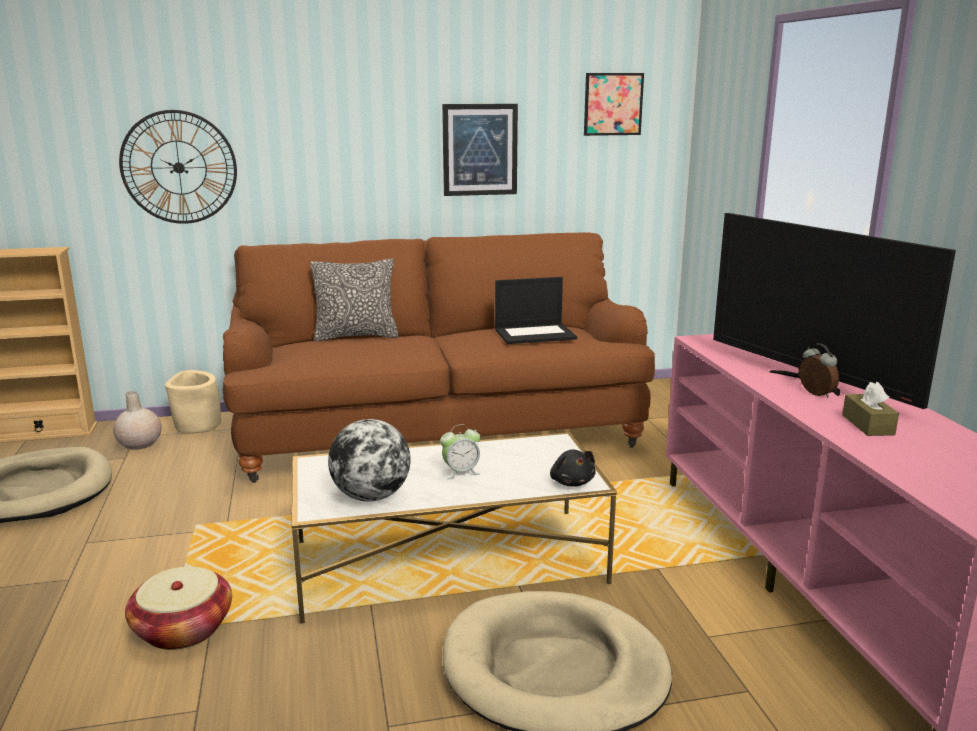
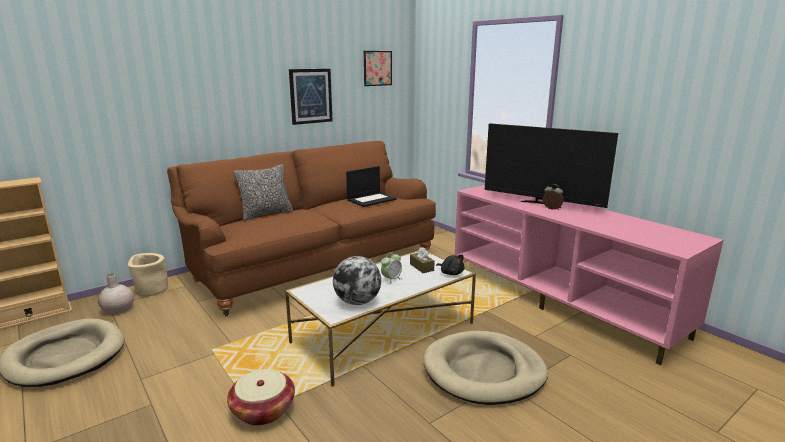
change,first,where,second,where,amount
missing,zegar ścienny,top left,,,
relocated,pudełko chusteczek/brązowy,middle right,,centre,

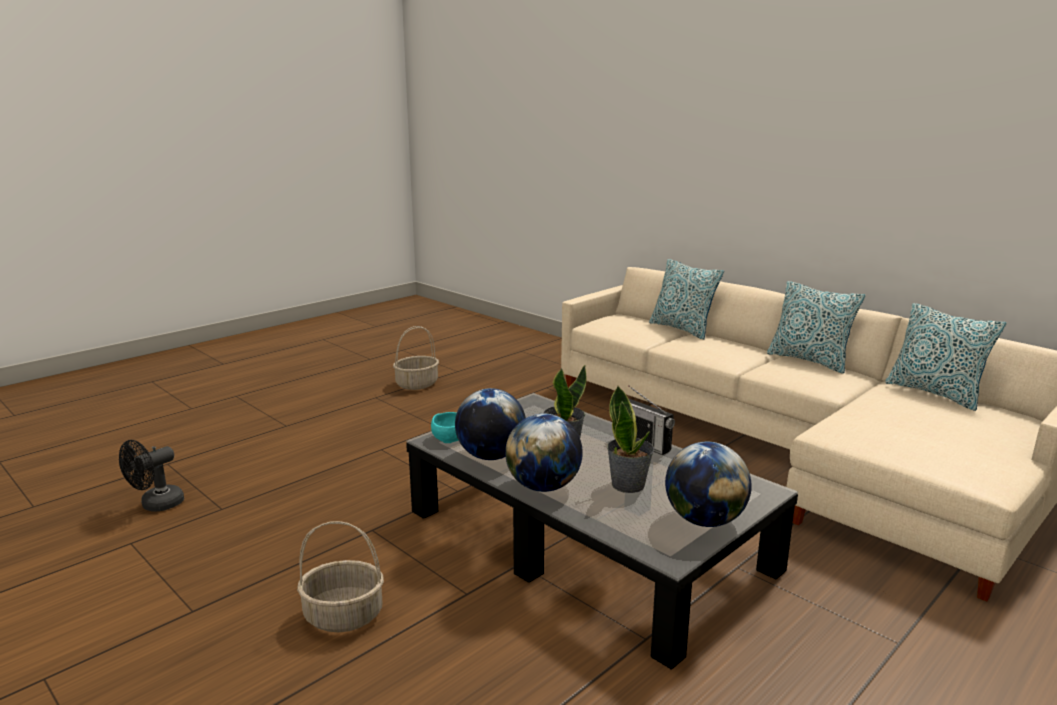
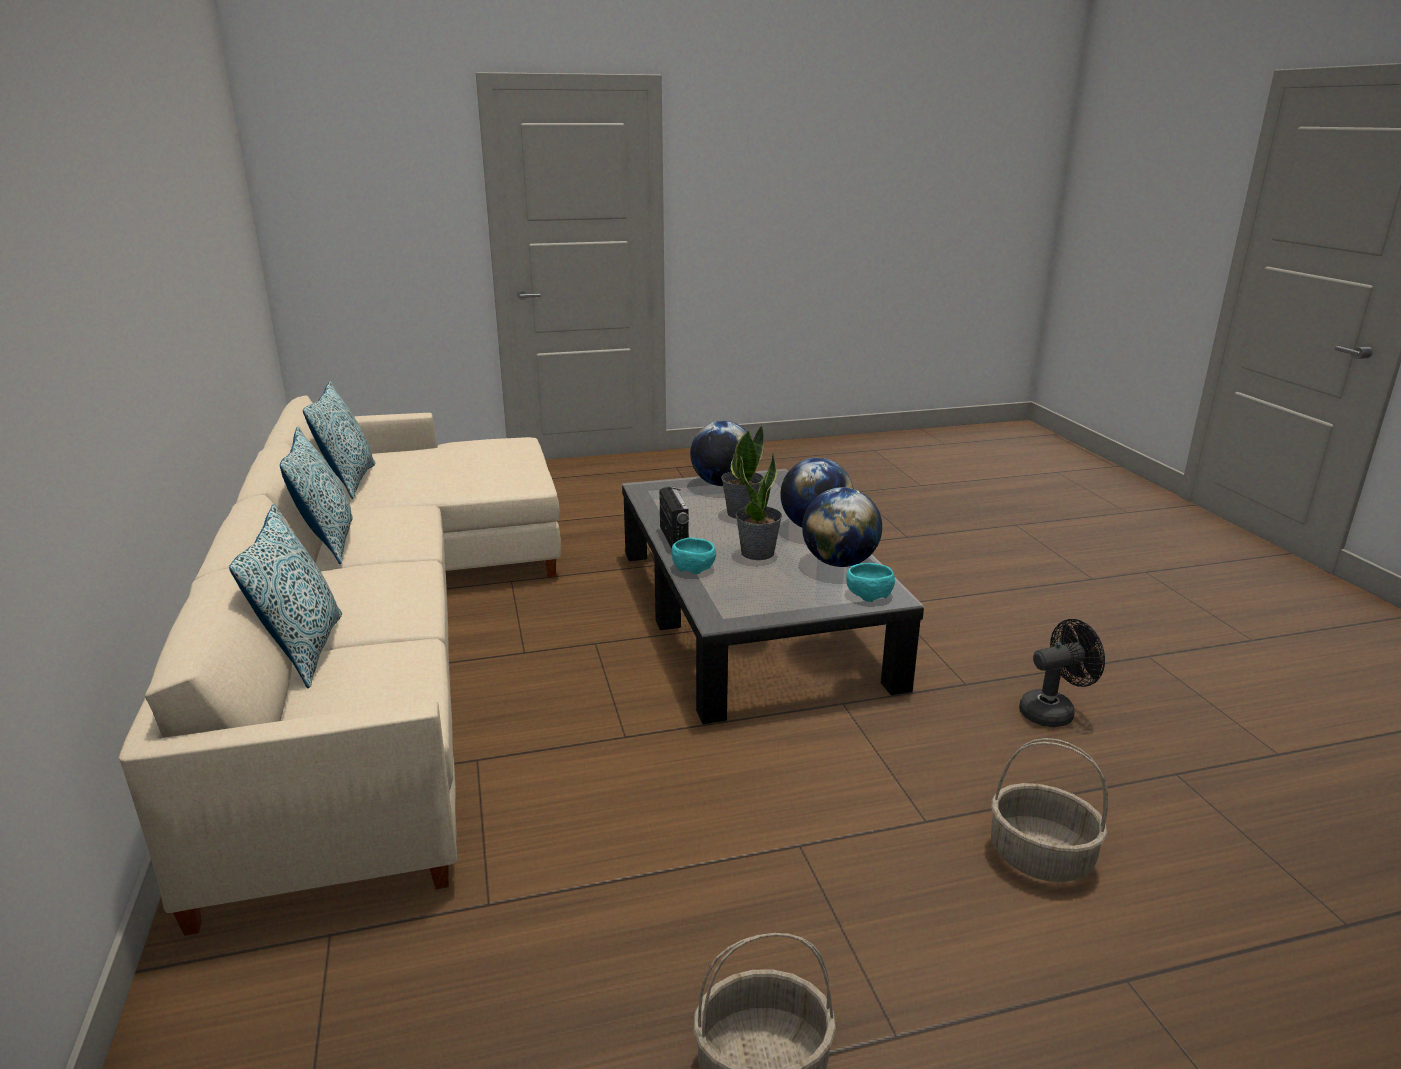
change,first,where,second,where,amount
relocated,wentylator/czarny,bottom left,,middle right,
relocated,koszyk (no. 1 from left in the first image),bottom left,koszyk (no. 2 from left),bottom right,
appeared,,,miska/turkusowy (no. 1 from left),centre,

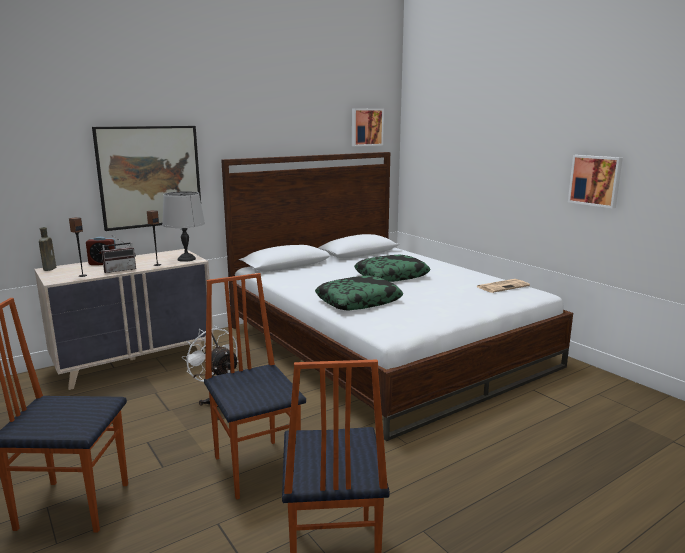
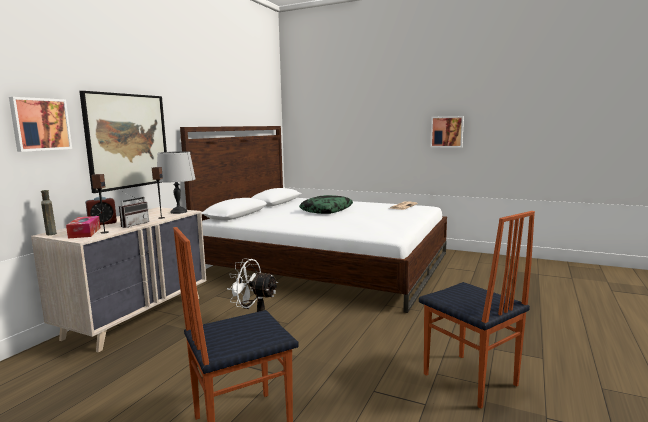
change,first,where,second,where,amount
missing,krzesło (no. 2 from left),bottom centre,,,
missing,poduszka (no. 1 from left),centre,,,
relocated,obraz (no. 2 from left in the first image),top centre,obraz (no. 1 from left),top left,
appeared,,,pudełko chusteczek,middle left,

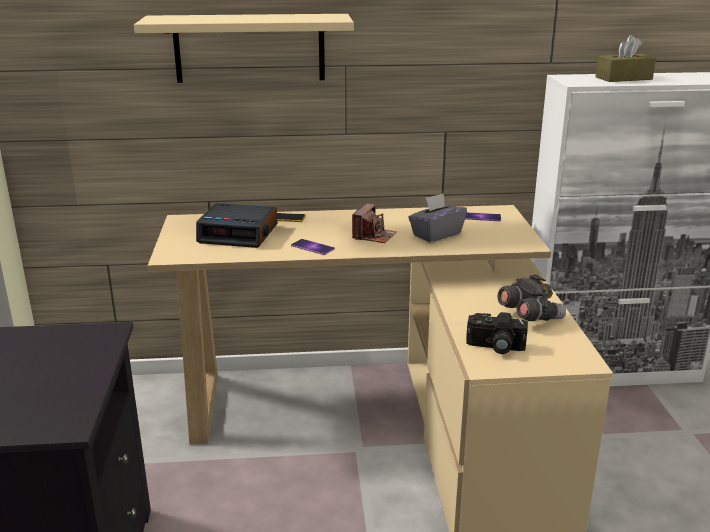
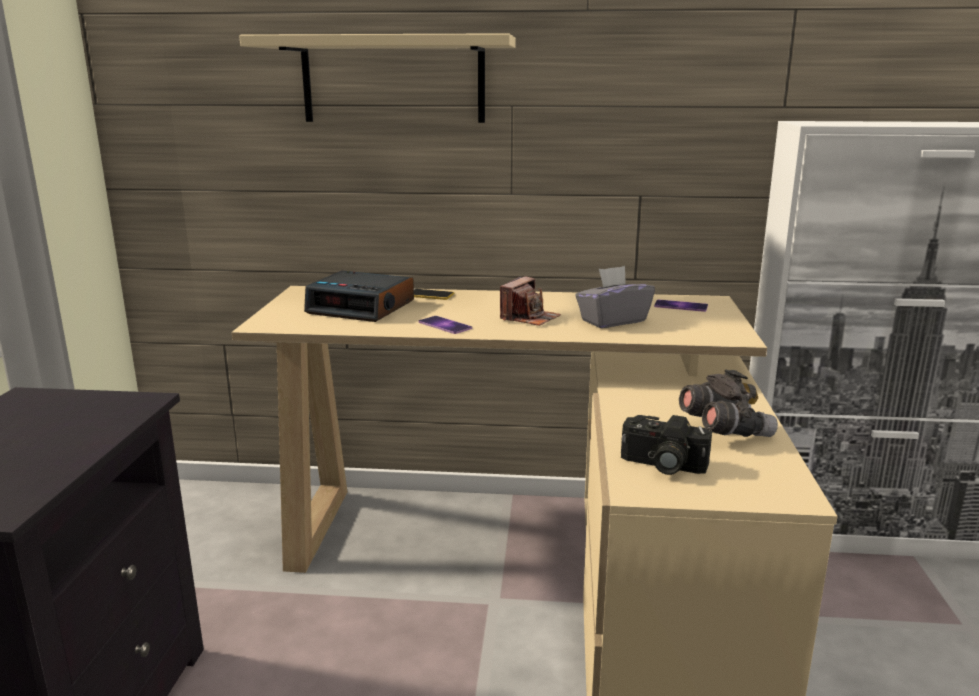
change,first,where,second,where,amount
missing,pudełko chusteczek/brązowy,top right,,,

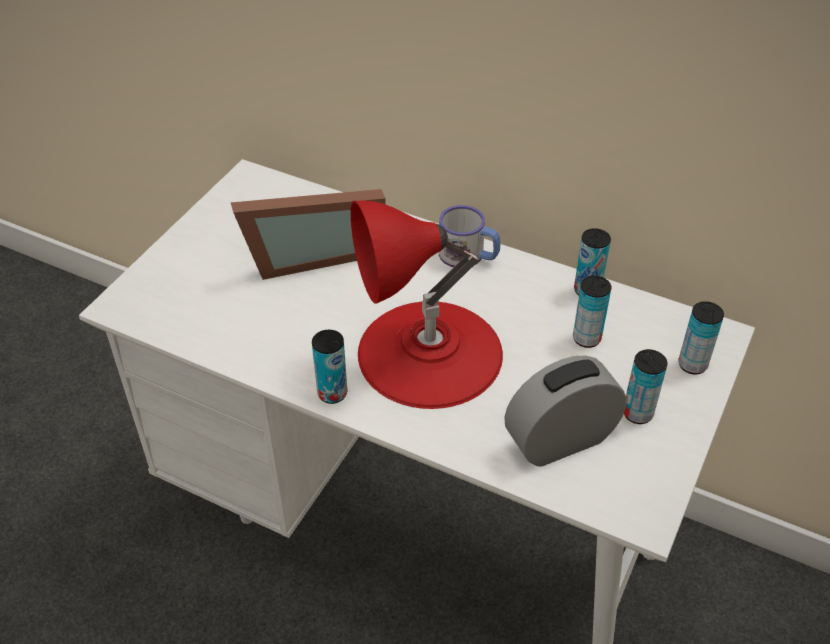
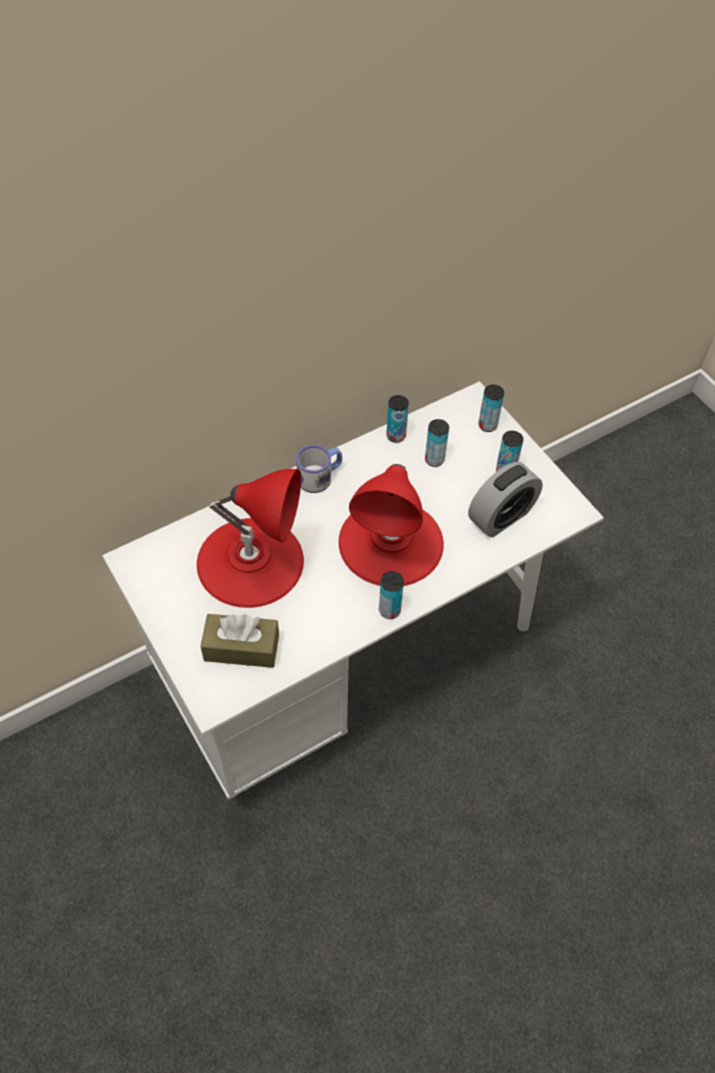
change,first,where,second,where,amount
exchanged,ramka na zdjęcie,centre,lampa stołowa/czerwony (no. 1 from left),centre,
spun,budzik,middle right,,middle right,135 degrees counterclockwise
appeared,,,pudełko chusteczek/brązowy,centre,

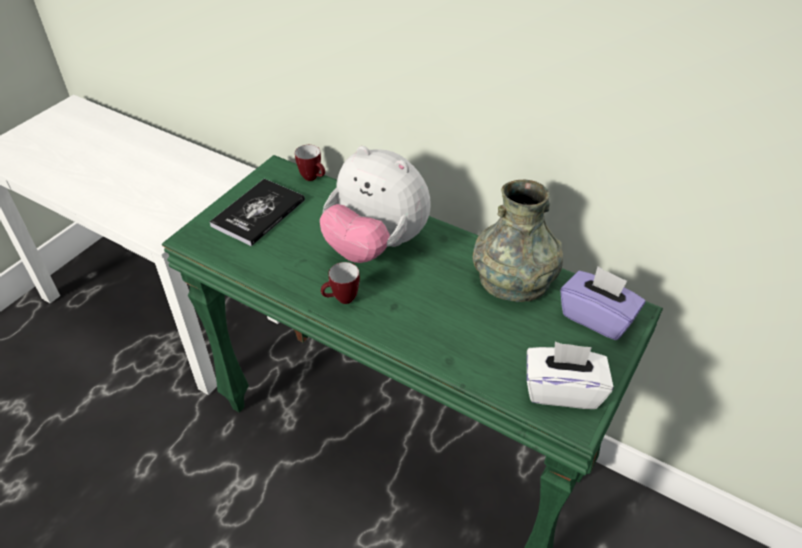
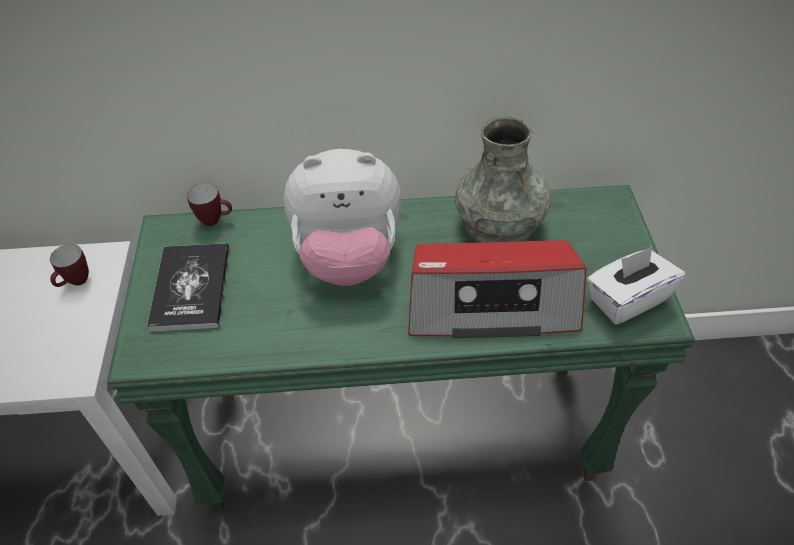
change,first,where,second,where,amount
relocated,kubek (no. 2 from left in the first image),centre,kubek (no. 1 from left),middle left,
missing,pudełko chusteczek/fioletowy,middle right,,,
appeared,,,radio,centre,

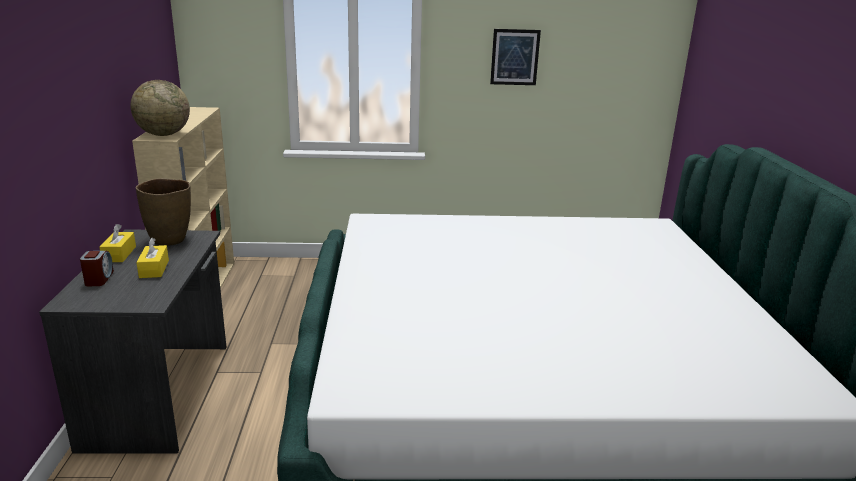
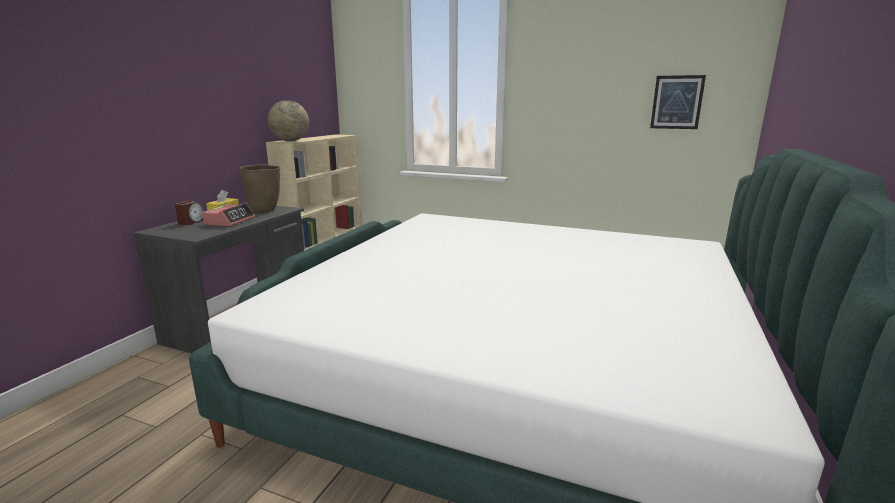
change,first,where,second,where,amount
exchanged,pudełko chusteczek/żółty (no. 2 from left),middle left,budzik (no. 2 from left),middle left,
relocated,obraz,top centre,,top right,

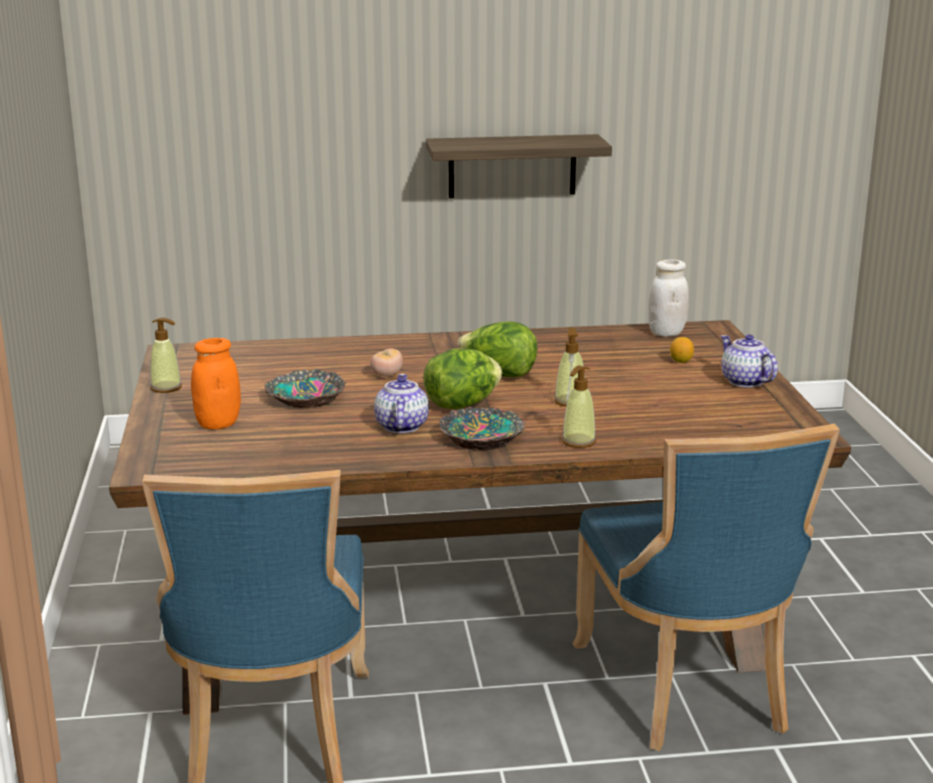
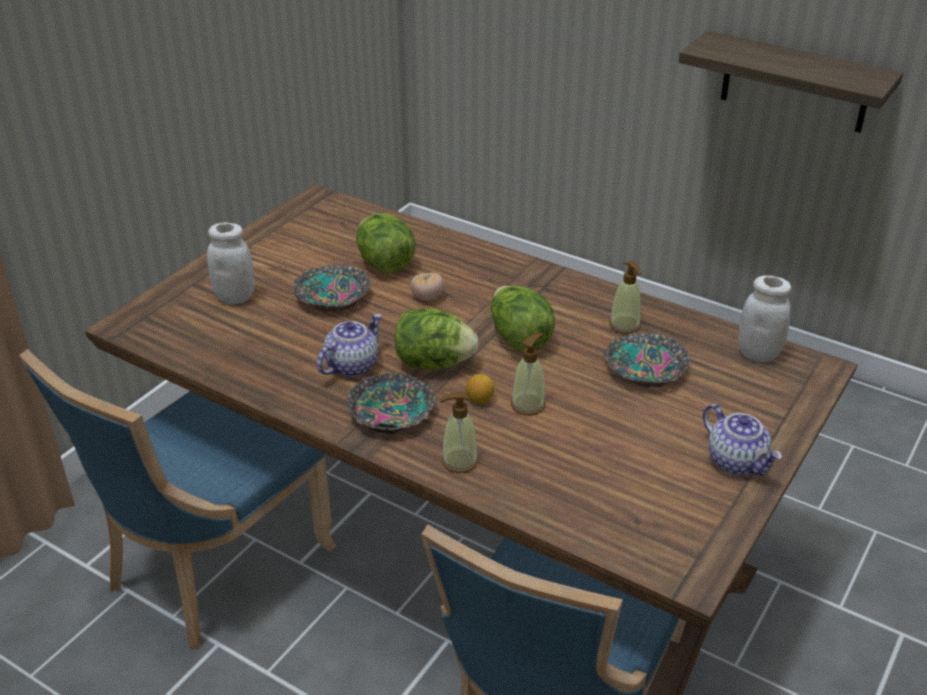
change,first,where,second,where,amount
relocated,dozownik mydła (no. 1 from left in the first image),middle left,dozownik mydła (no. 3 from left),middle right,
colour,słoik/pomarańczowy,middle left,słoik/biały (no. 1 from left),middle left,
relocated,cytryna,middle right,,centre,
spun,imbryk (no. 2 from left),middle right,,middle right,135 degrees clockwise
appeared,,,sałata (no. 1 from left),centre,
appeared,,,miska (no. 3 from left),middle right,

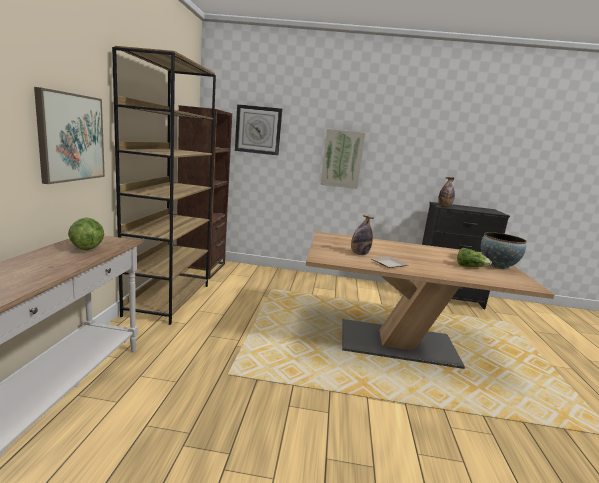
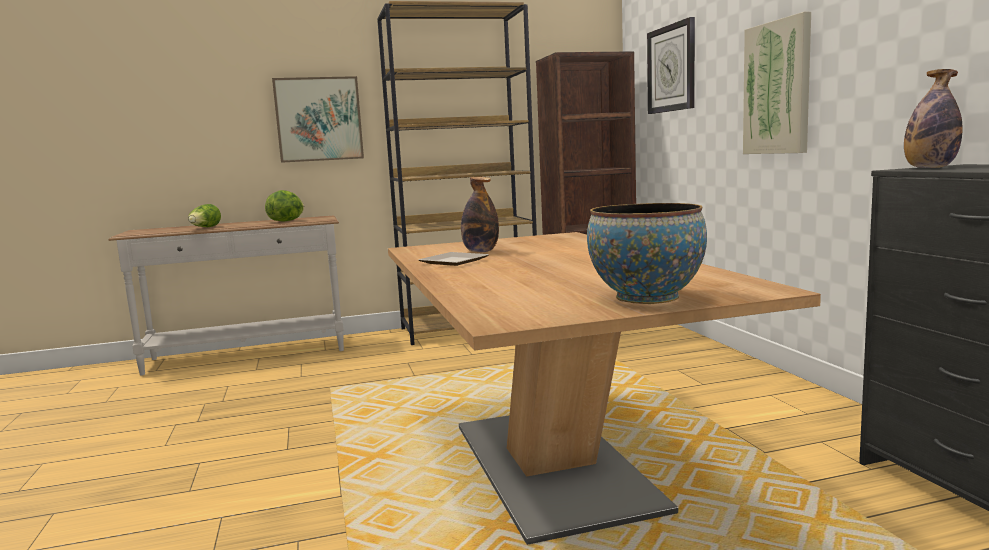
change,first,where,second,where,amount
relocated,sałata (no. 2 from left in the first image),middle right,sałata (no. 1 from left),middle left,

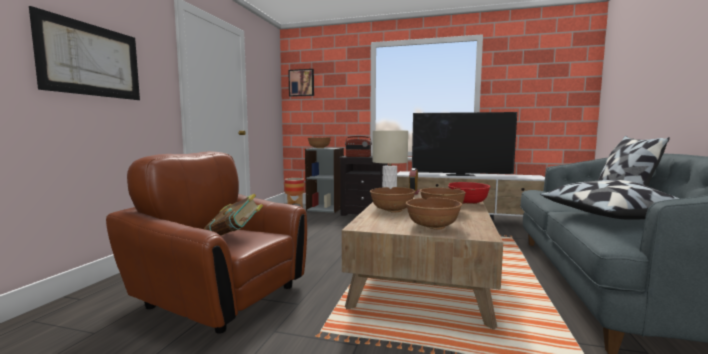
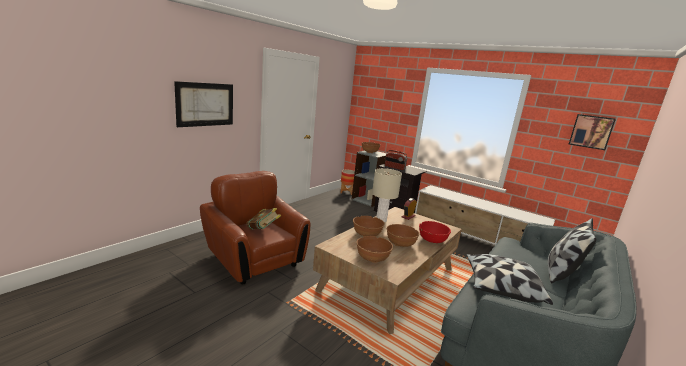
change,first,where,second,where,amount
relocated,obraz (no. 2 from left),top centre,,middle right,
missing,telewizor,centre,,,

